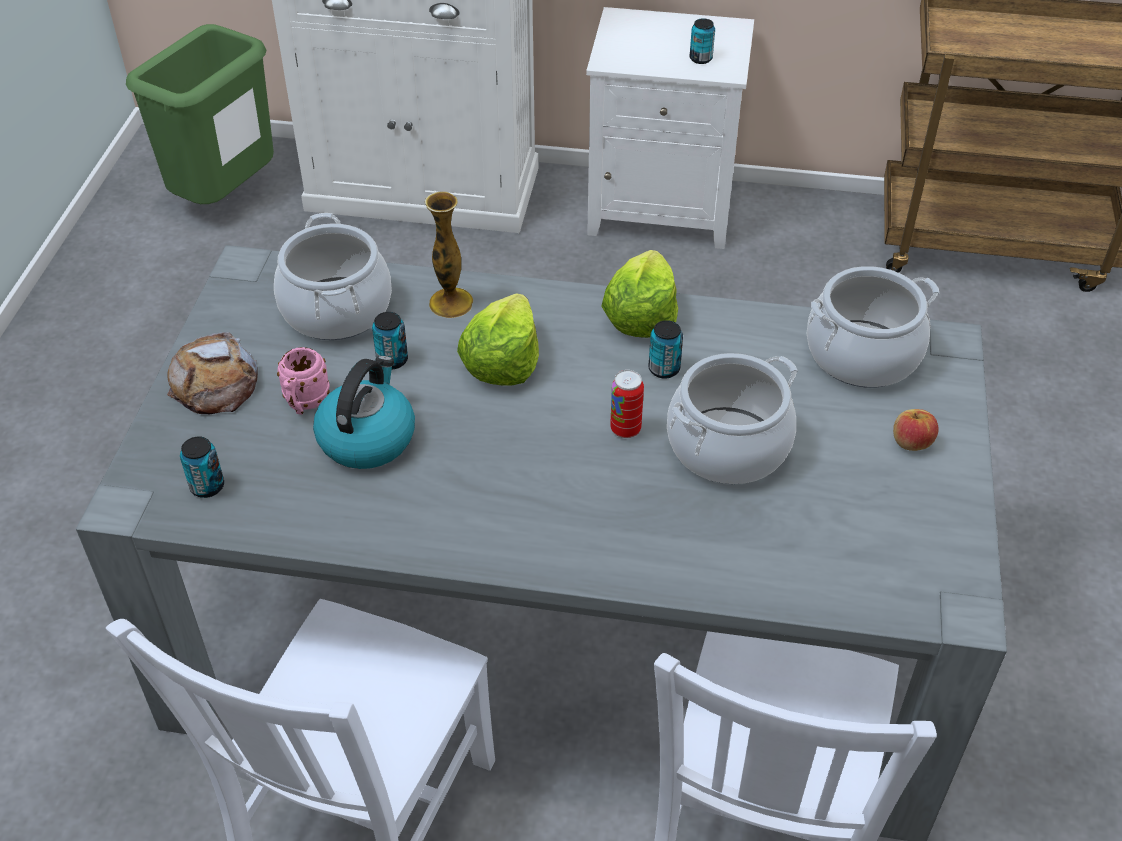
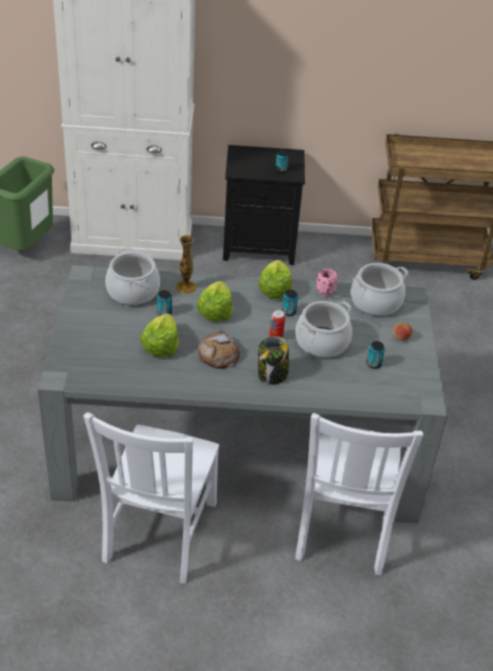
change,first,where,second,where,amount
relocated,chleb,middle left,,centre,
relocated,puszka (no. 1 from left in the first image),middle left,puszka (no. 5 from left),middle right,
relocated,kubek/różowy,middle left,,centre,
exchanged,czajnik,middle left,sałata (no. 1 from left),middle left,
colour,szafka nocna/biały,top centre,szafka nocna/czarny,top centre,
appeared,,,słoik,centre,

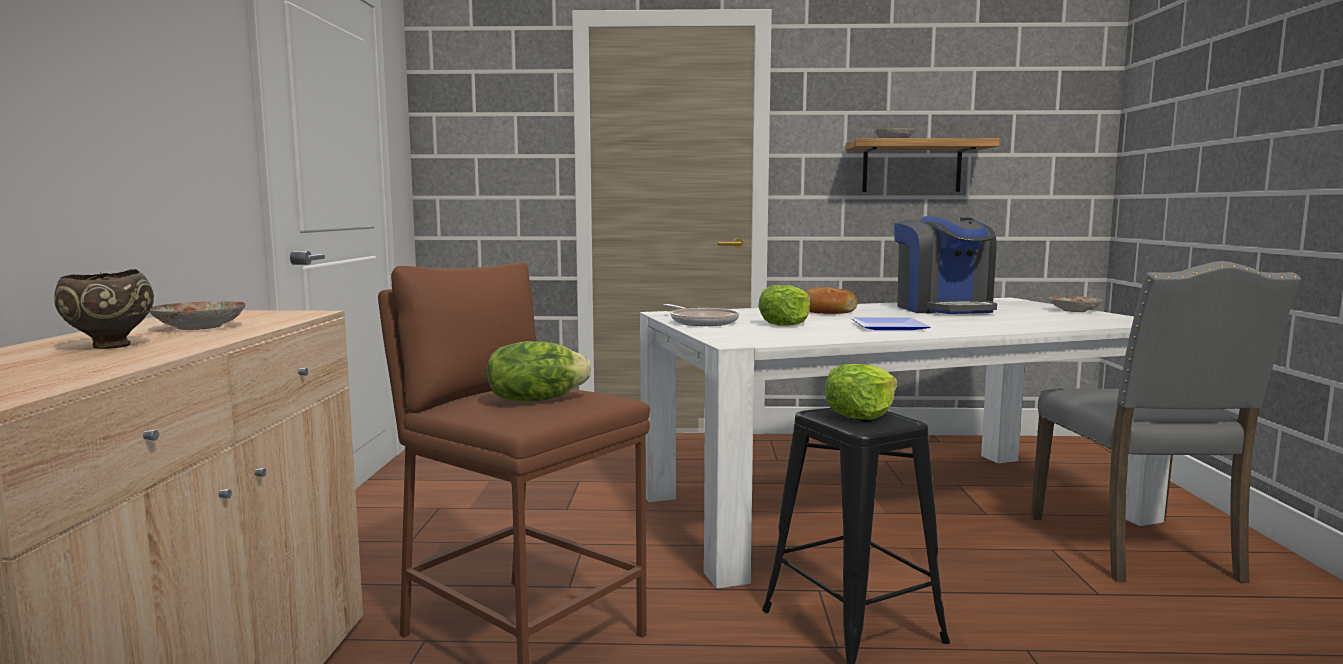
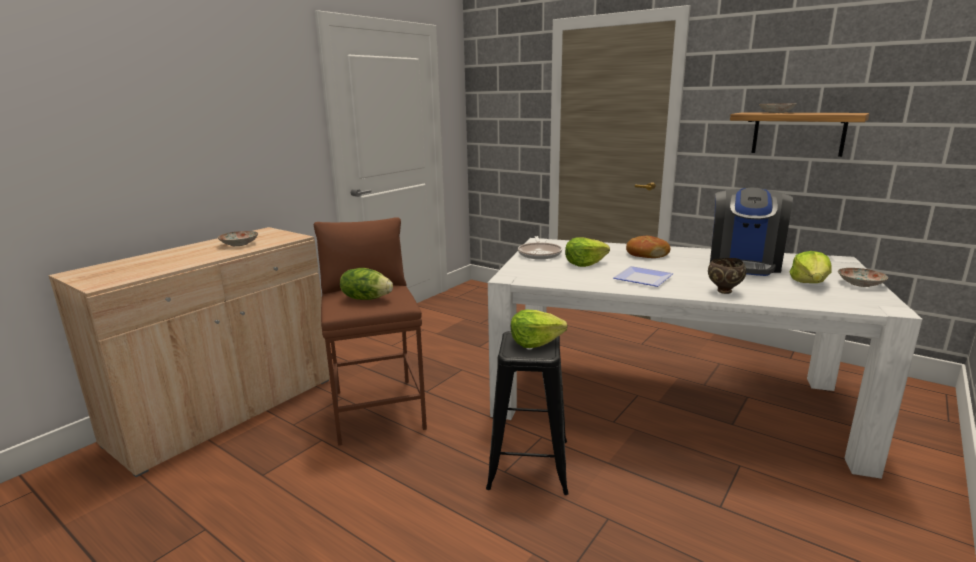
change,first,where,second,where,amount
relocated,miska/brązowy,middle left,,middle right,
missing,krzesło/szary,middle right,,,
appeared,,,sałata (no. 4 from left),middle right,

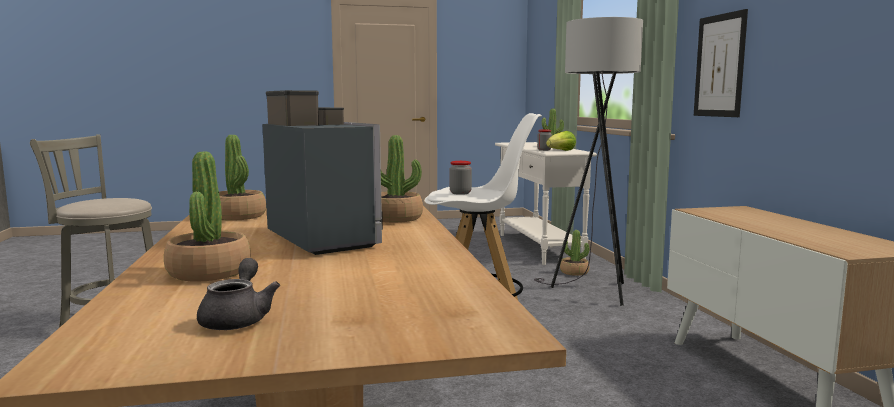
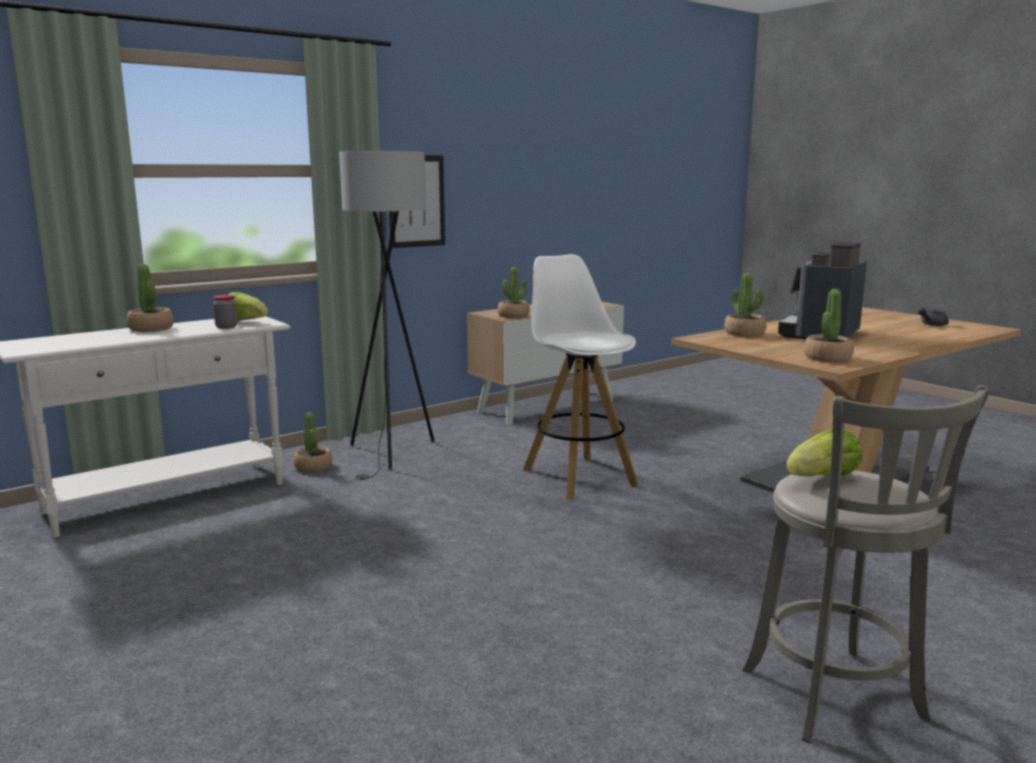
change,first,where,second,where,amount
relocated,roślina doniczkowa (no. 1 from left in the first image),middle left,roślina doniczkowa (no. 3 from left),centre,
missing,słoik (no. 1 from left),centre,,,
appeared,,,sałata (no. 2 from left),middle right,

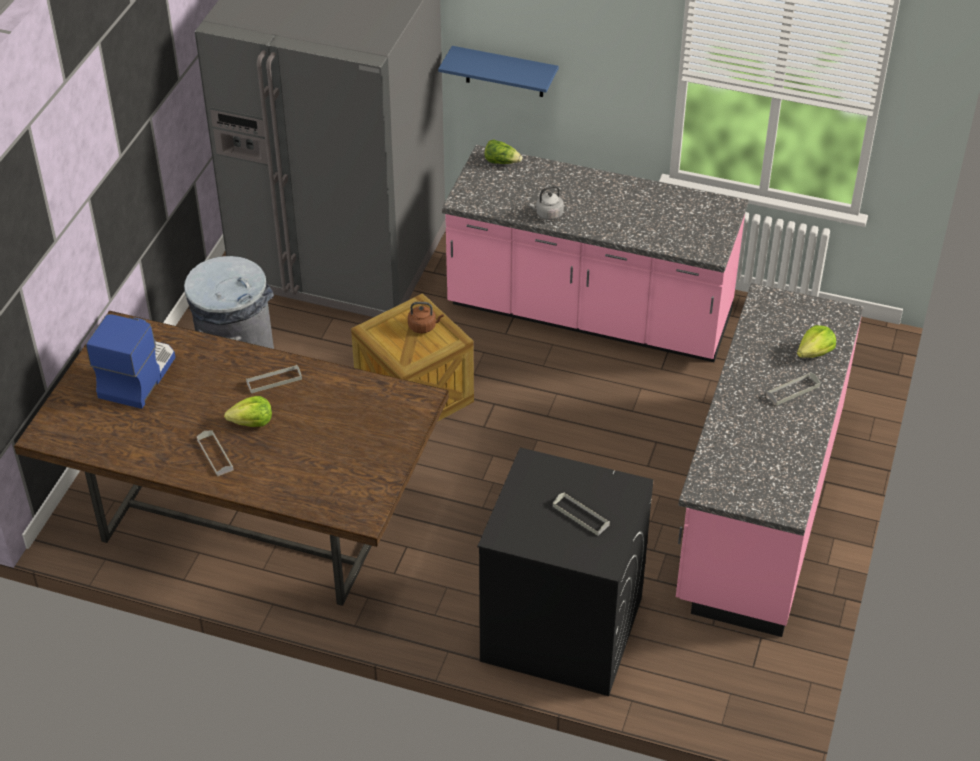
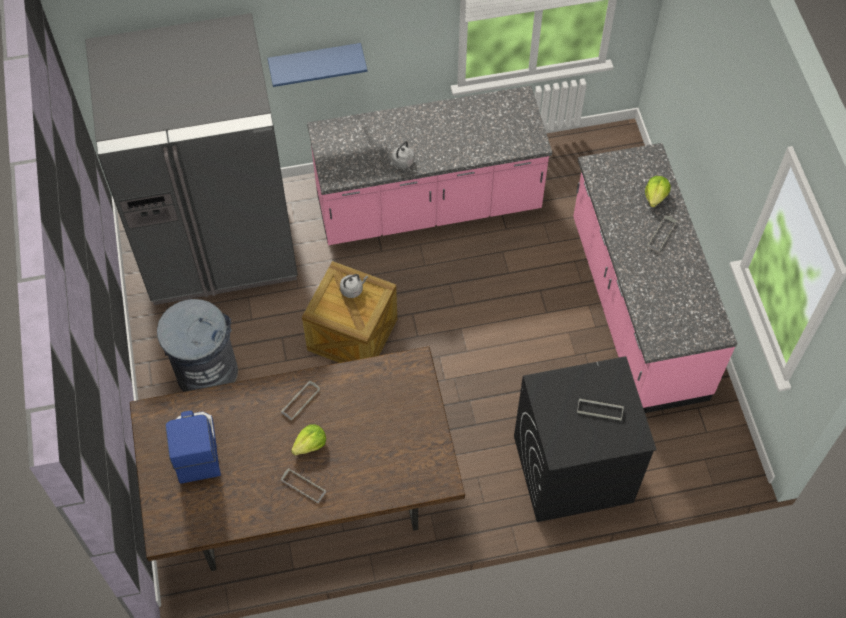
change,first,where,second,where,amount
colour,czajnik/brązowy,centre,czajnik/szary (no. 1 from left),centre,
missing,sałata (no. 2 from left),top centre,,,

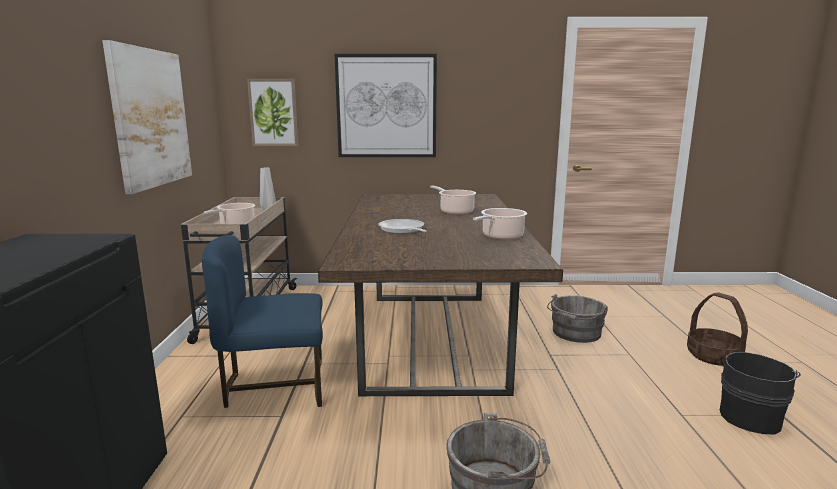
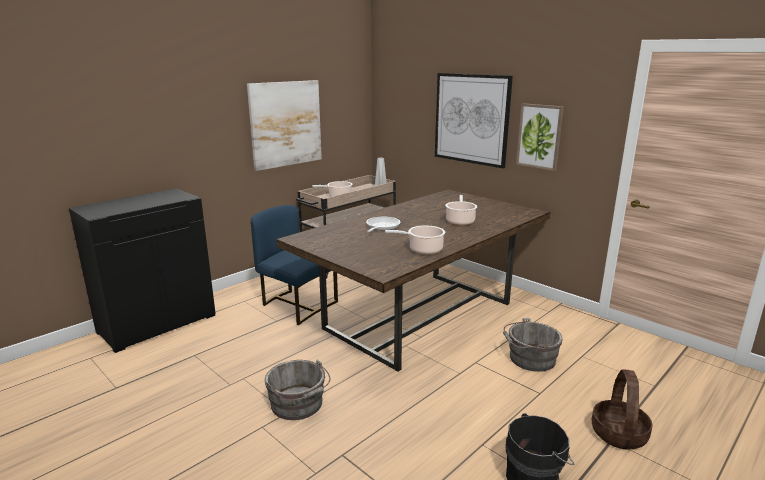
change,first,where,second,where,amount
relocated,obraz (no. 2 from left in the first image),top left,obraz (no. 3 from left),top right,

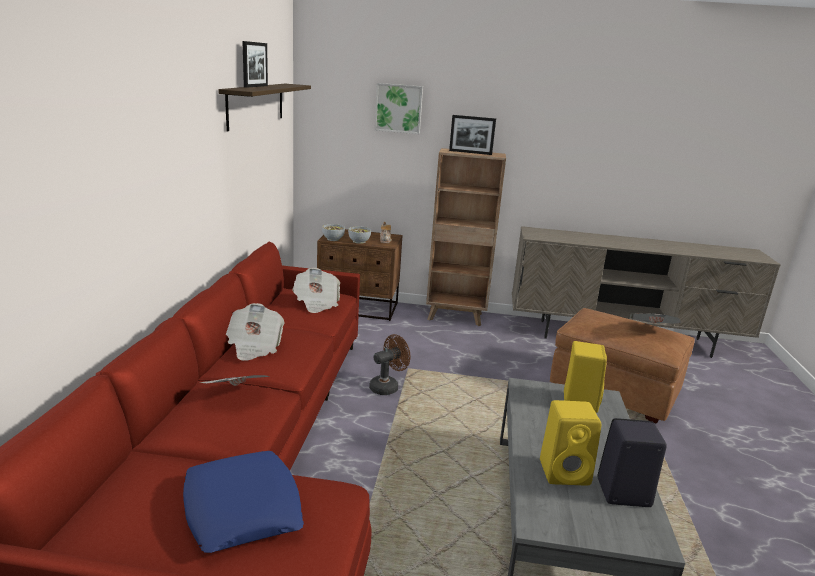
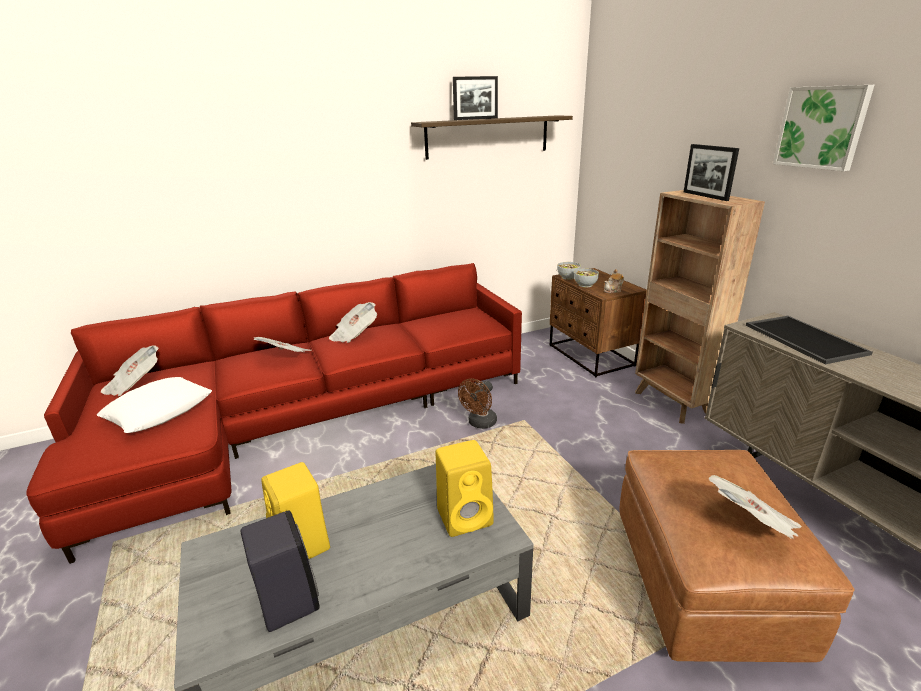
change,first,where,second,where,amount
colour,poduszka/niebieski,bottom left,poduszka/biały,middle left,
relocated,gazeta (no. 3 from left in the first image),centre,gazeta (no. 1 from left),middle left,
spun,wentylator/brązowy,centre,,centre,105 degrees clockwise
relocated,obraz,top centre,,top right,
appeared,,,taca,middle right,

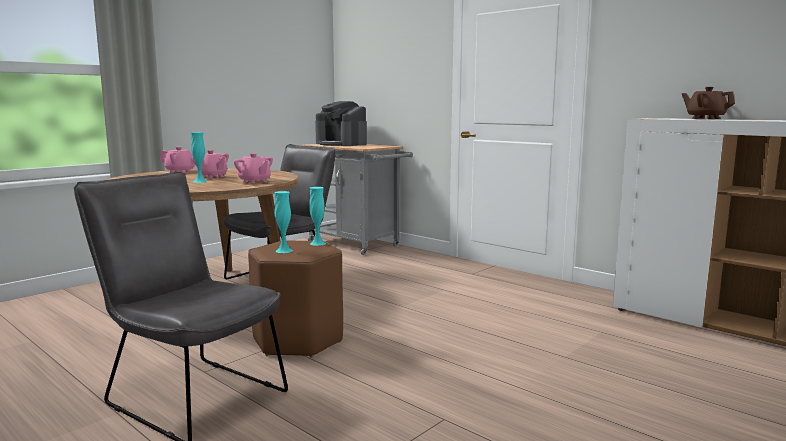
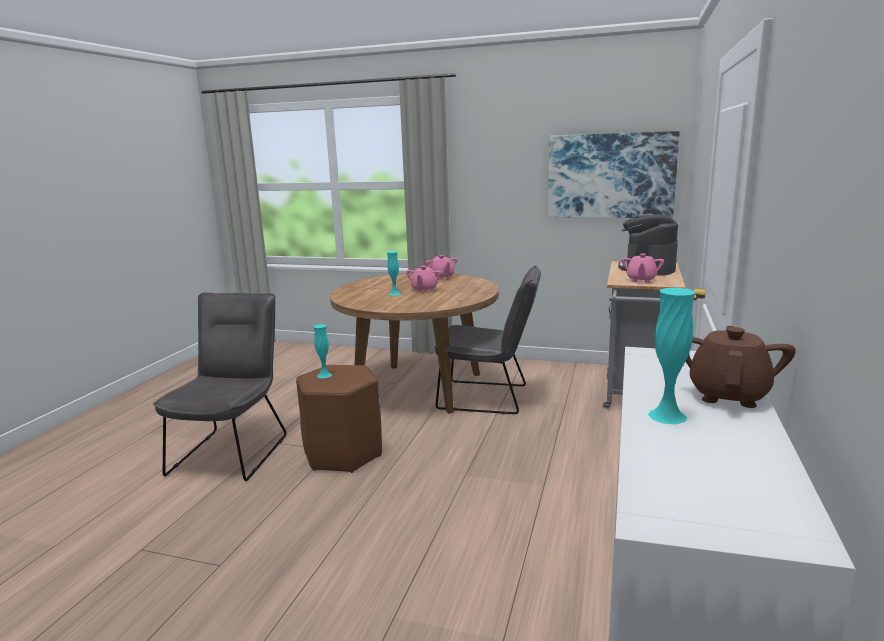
change,first,where,second,where,amount
relocated,imbryk/różowy (no. 3 from left),middle left,,middle right,
relocated,wazon/turkusowy (no. 3 from left),centre,,middle right,
appeared,,,obraz,top right,

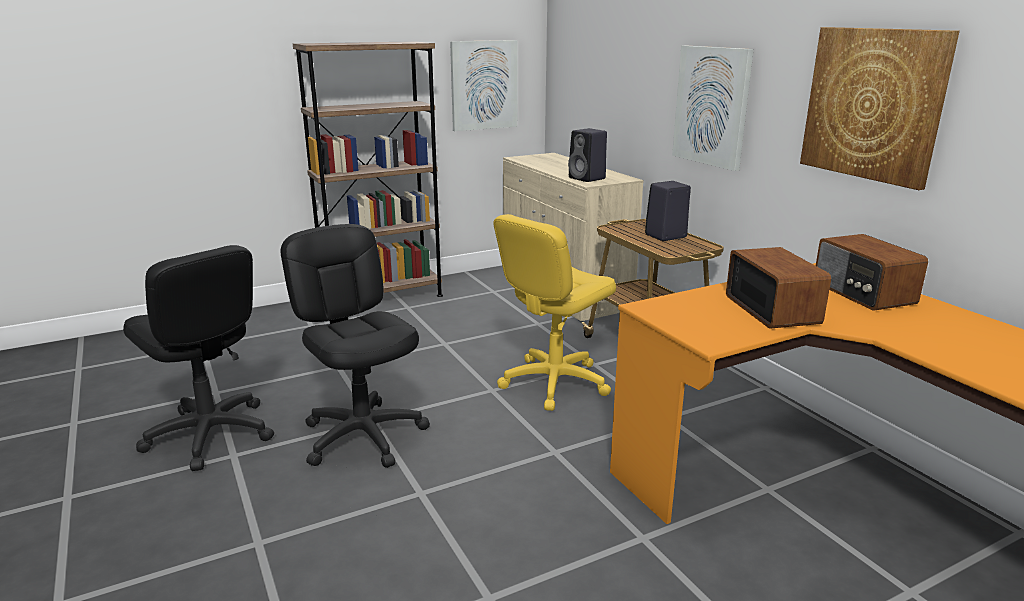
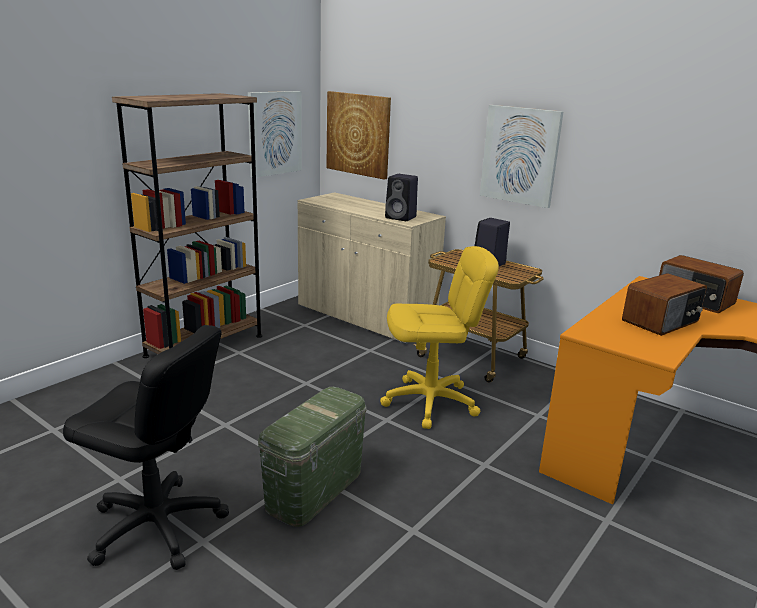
change,first,where,second,where,amount
exchanged,krzesło biurowe/czarny (no. 2 from left),centre,pojemnik do przechowywania/zielony,bottom centre,
spun,krzesło biurowe/żółty,centre,,centre,120 degrees counterclockwise
spun,radio (no. 1 from left),middle right,,middle right,90 degrees clockwise
relocated,obraz (no. 3 from left in the first image),top right,obraz (no. 2 from left),top centre,

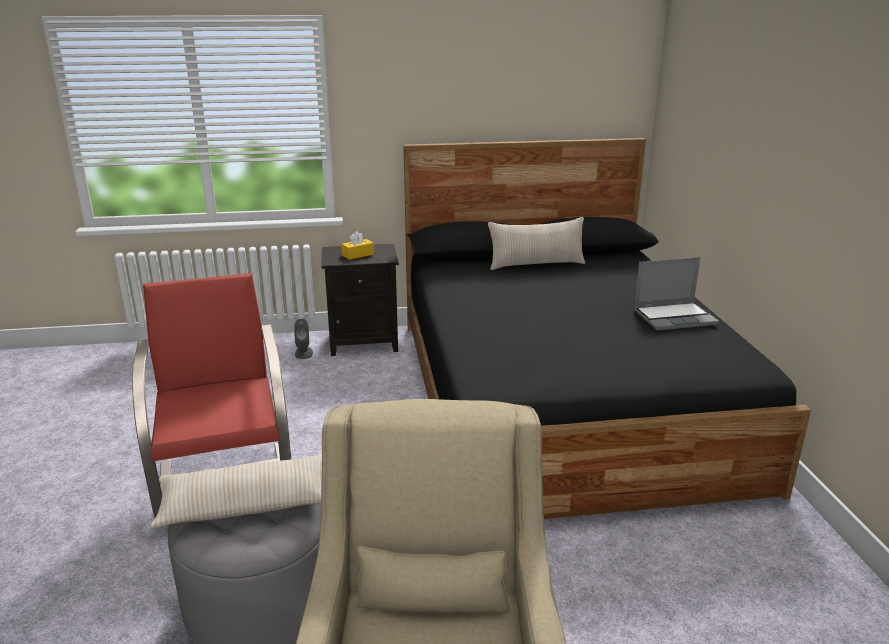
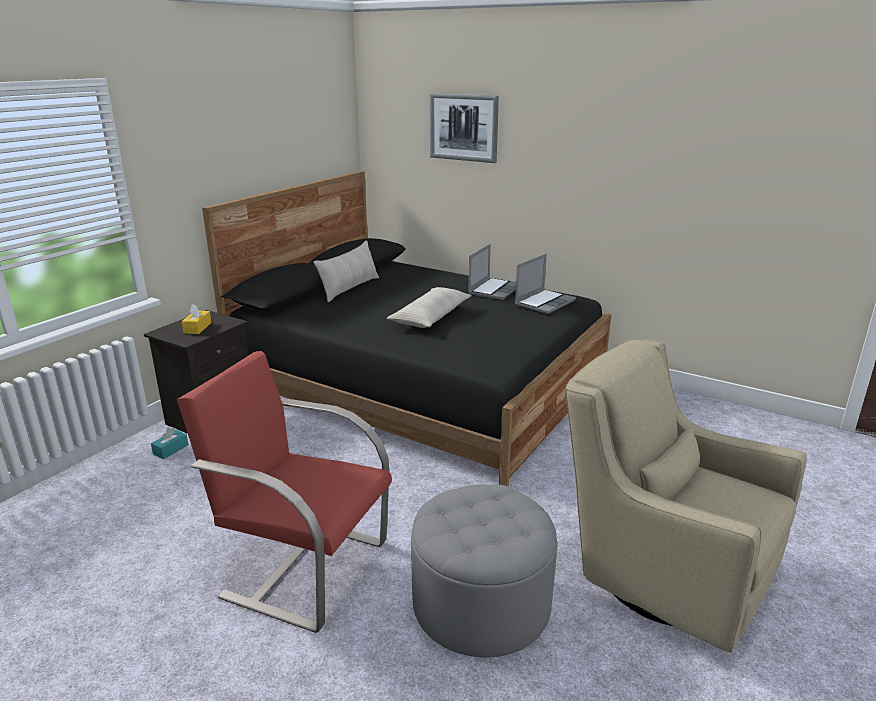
change,first,where,second,where,amount
relocated,poduszka/beżowy (no. 1 from left in the first image),bottom left,poduszka/beżowy (no. 2 from left),centre,
exchanged,głośnik/szary,centre,pudełko chusteczek/turkusowy,middle left,
appeared,,,obraz,top centre,
appeared,,,laptop (no. 2 from left),centre,

